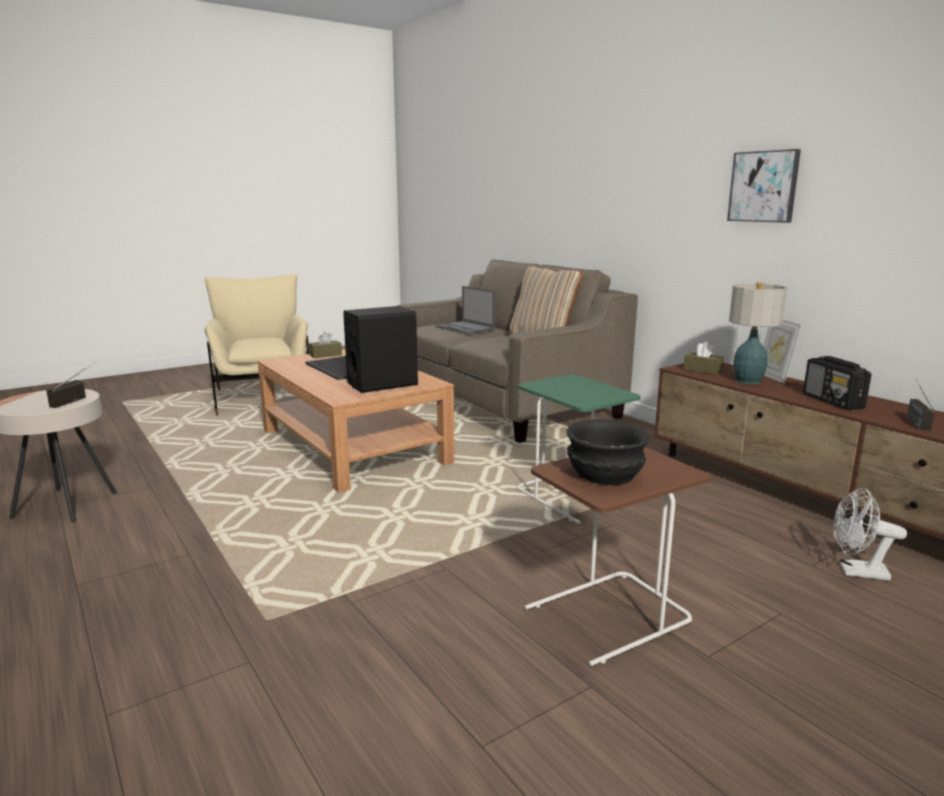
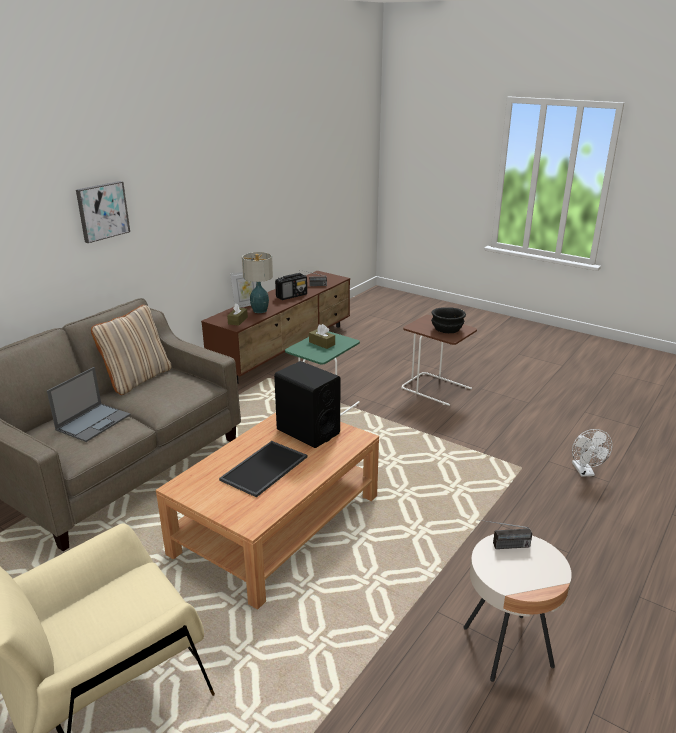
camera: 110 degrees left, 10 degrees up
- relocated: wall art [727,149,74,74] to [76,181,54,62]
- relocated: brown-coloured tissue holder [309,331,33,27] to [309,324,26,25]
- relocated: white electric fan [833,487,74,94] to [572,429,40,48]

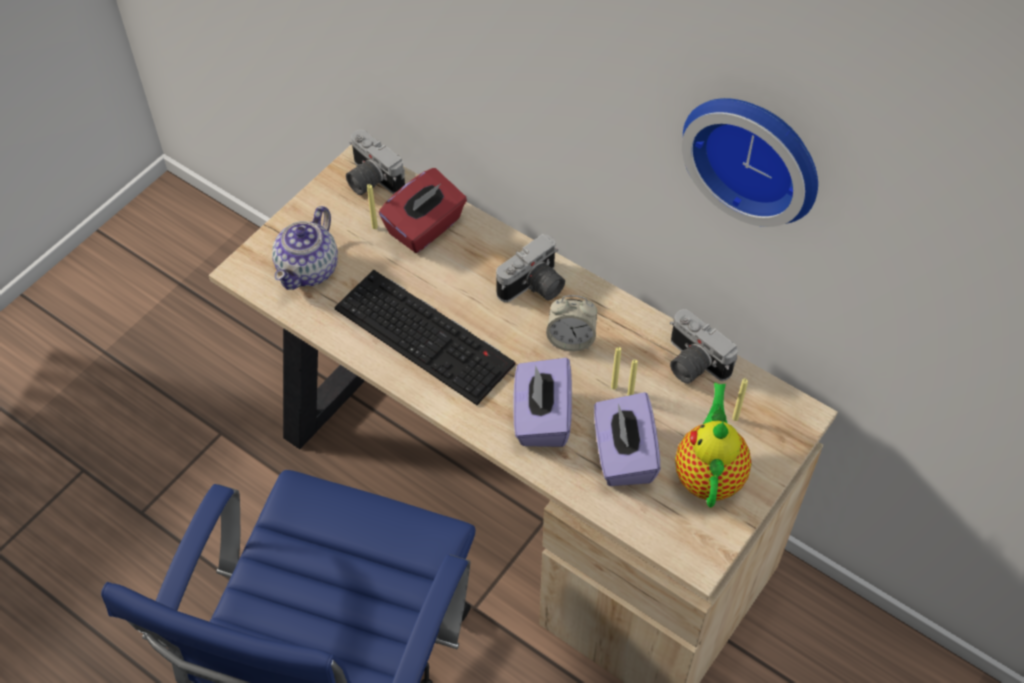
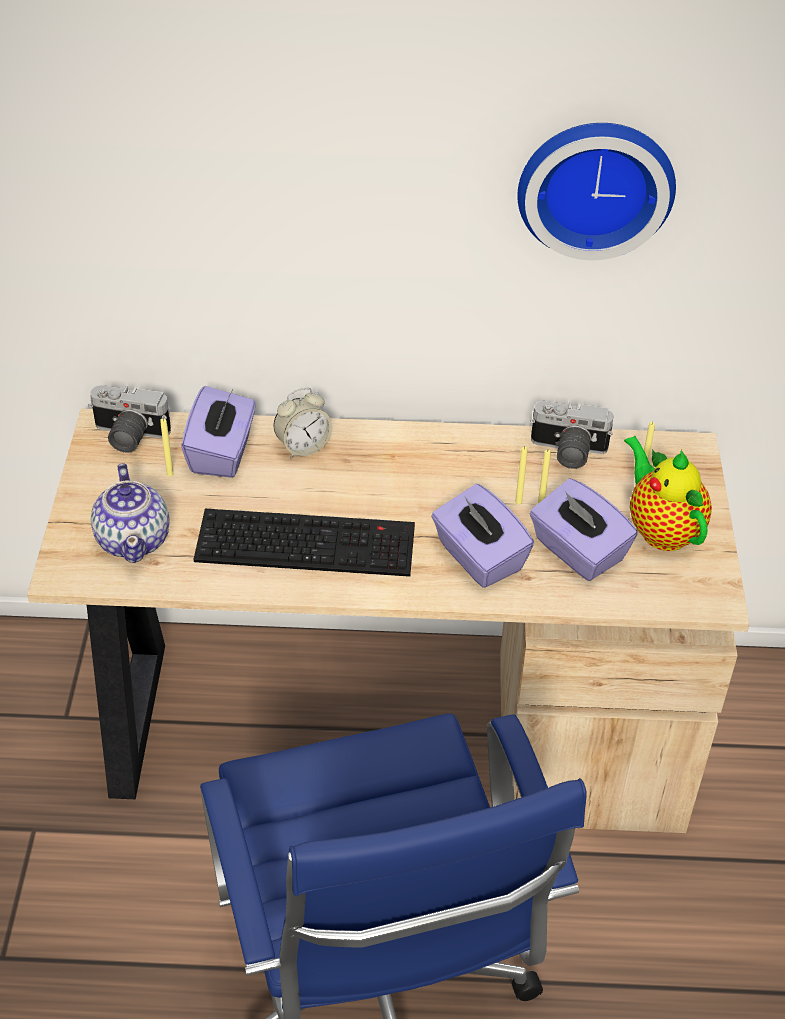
camera: 35 degrees left, 10 degrees down
- colour: reddish tissue holder [379,168,88,85] to purple-coloured tissue holder [181,386,75,92]
- missing: still camera [496,234,69,68]
- relocated: alarm clock [546,295,51,56] to [274,388,58,71]

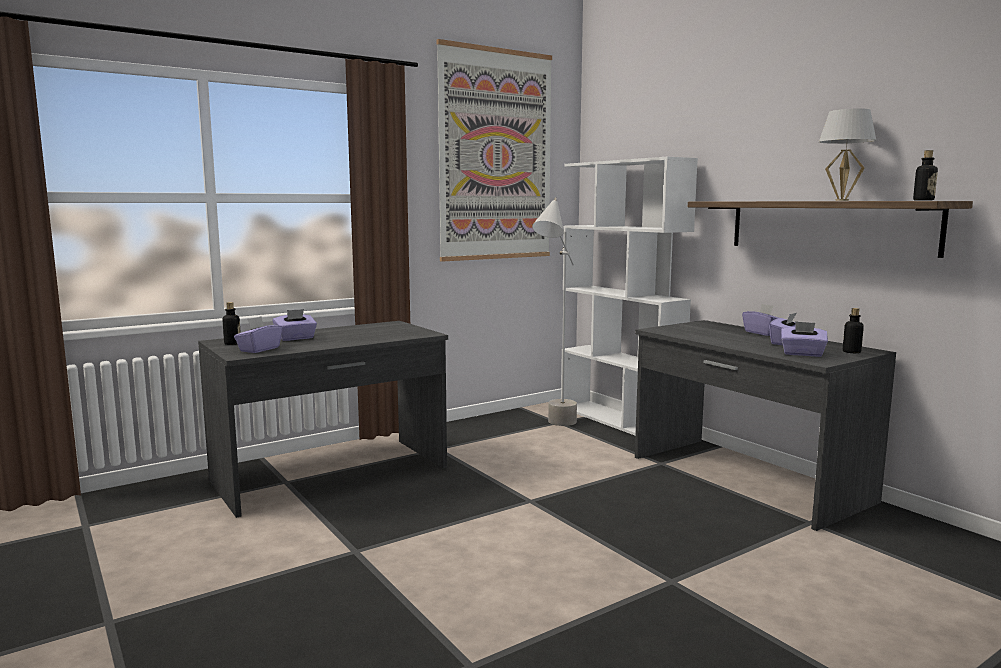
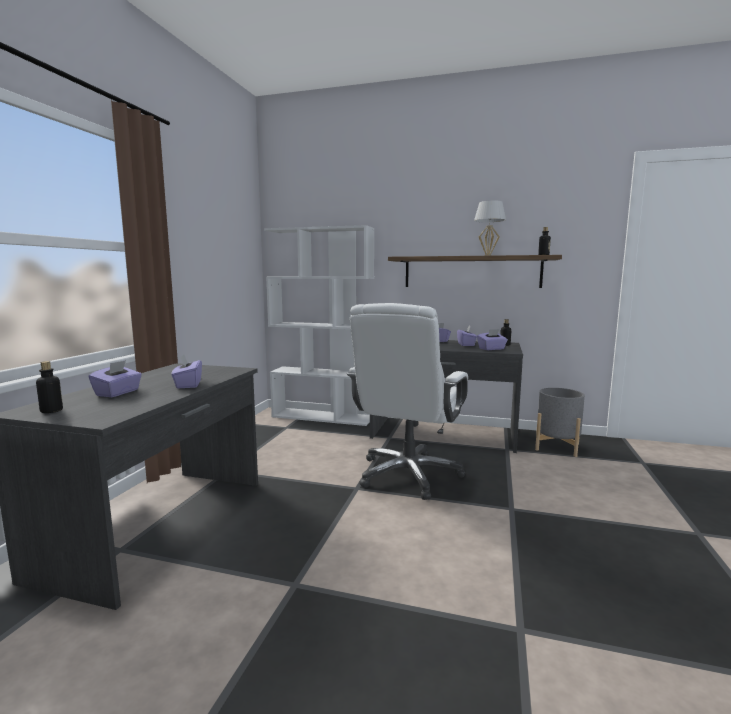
camera: 40 degrees left, 0 degrees up
- missing: wall art [437,39,115,223]
- missing: greyish floor lamp [532,197,45,229]
- relocated: purple-coloured tissue holder [234,316,48,37] to [171,354,31,34]
- appeared: white computer chair [347,303,121,197]
- appeared: greyish flower pot [535,388,50,69]

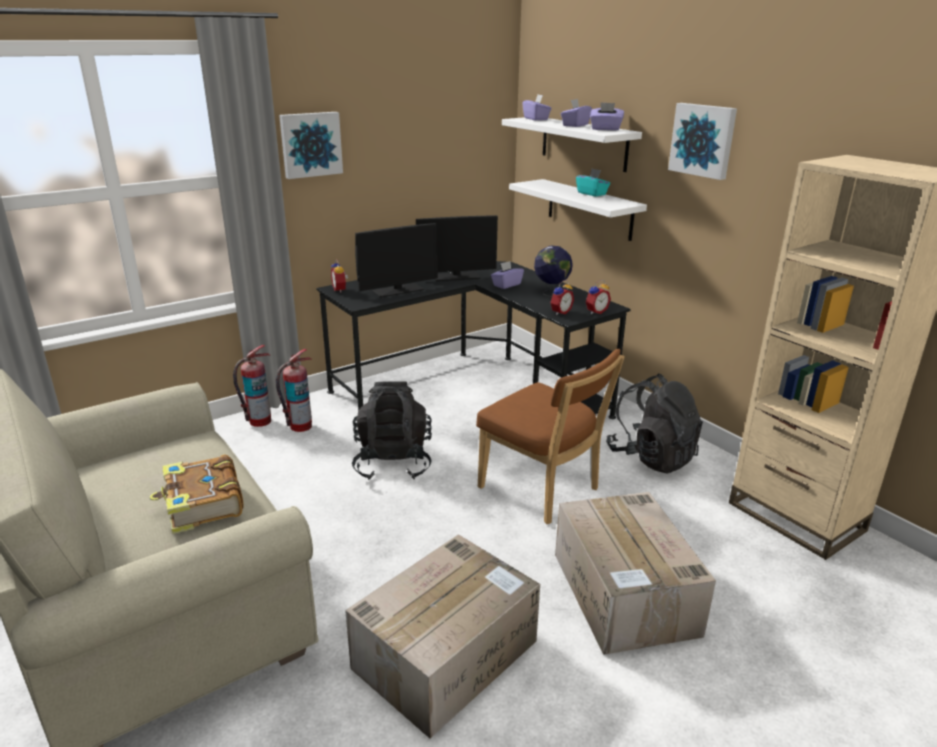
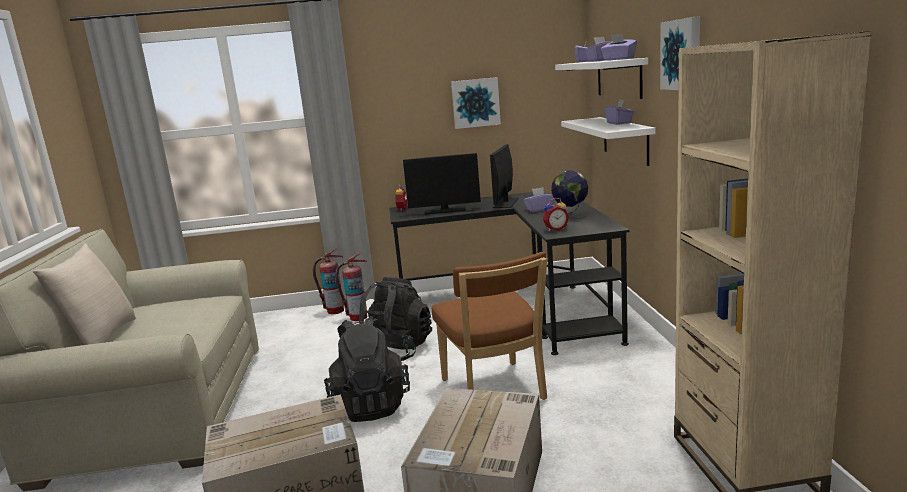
camera: 30 degrees right, 10 degrees down
- relocated: wall art [279,112,64,67] to [451,77,50,52]
- colour: turquoise-coloured tissue holder [576,169,34,27] to purple-coloured tissue holder [605,100,29,25]
- spun: computer display [416,215,82,66] = [490,144,29,64] 90 degrees clockwise
- missing: alarm clock [586,280,25,35]
- relocated: black-coloured rucksack [606,374,97,100] to [324,316,86,106]
- missing: bound book [150,455,93,79]
- appeared: beige-coloured throw pillow [33,243,103,102]

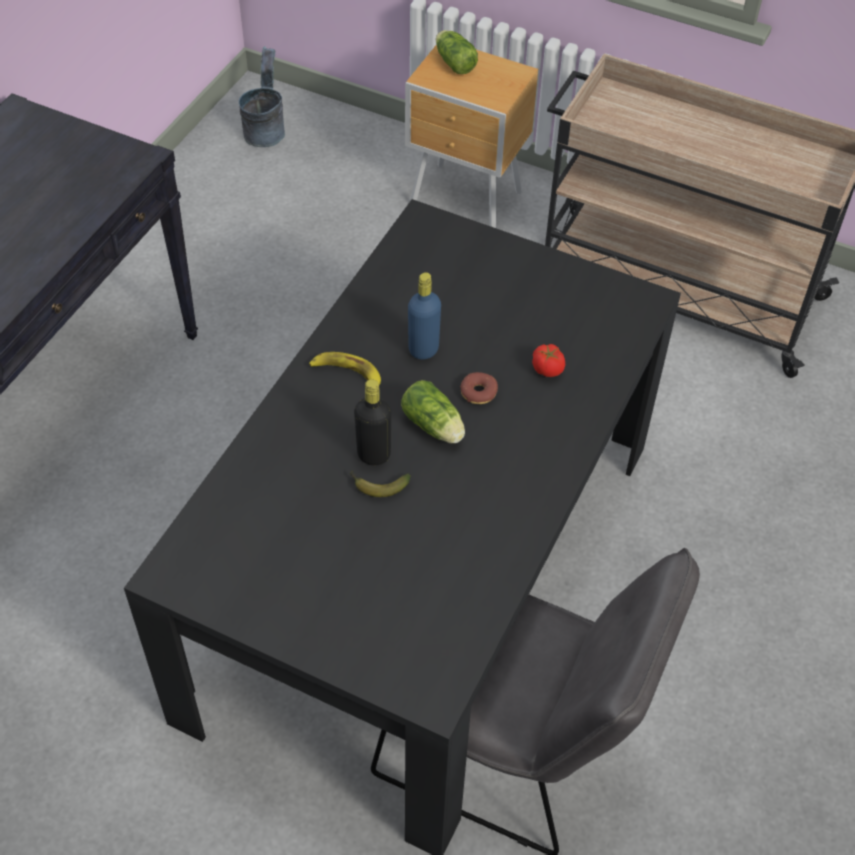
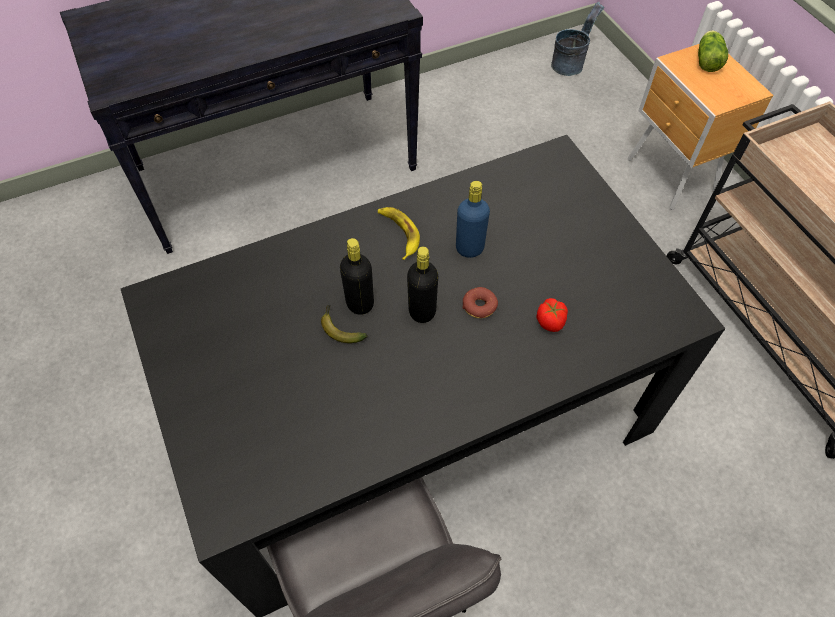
camera: 40 degrees right, 5 degrees up
- exchanged: head of lettuce [401,380,64,63] to black-coloured beverage bottle [407,246,31,77]

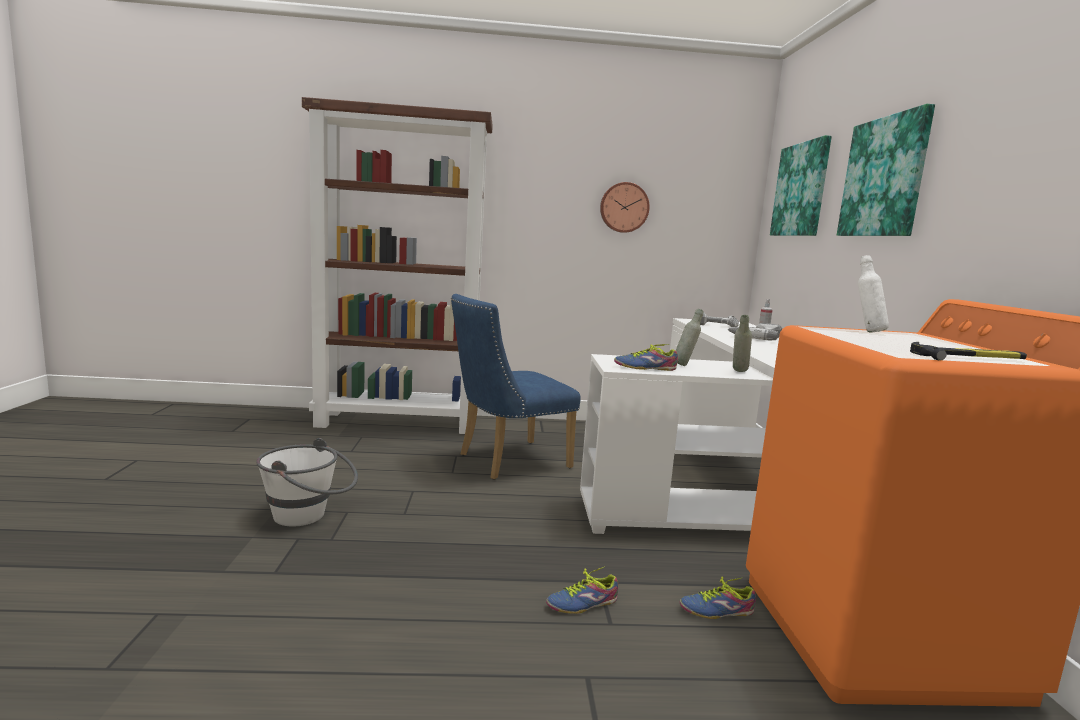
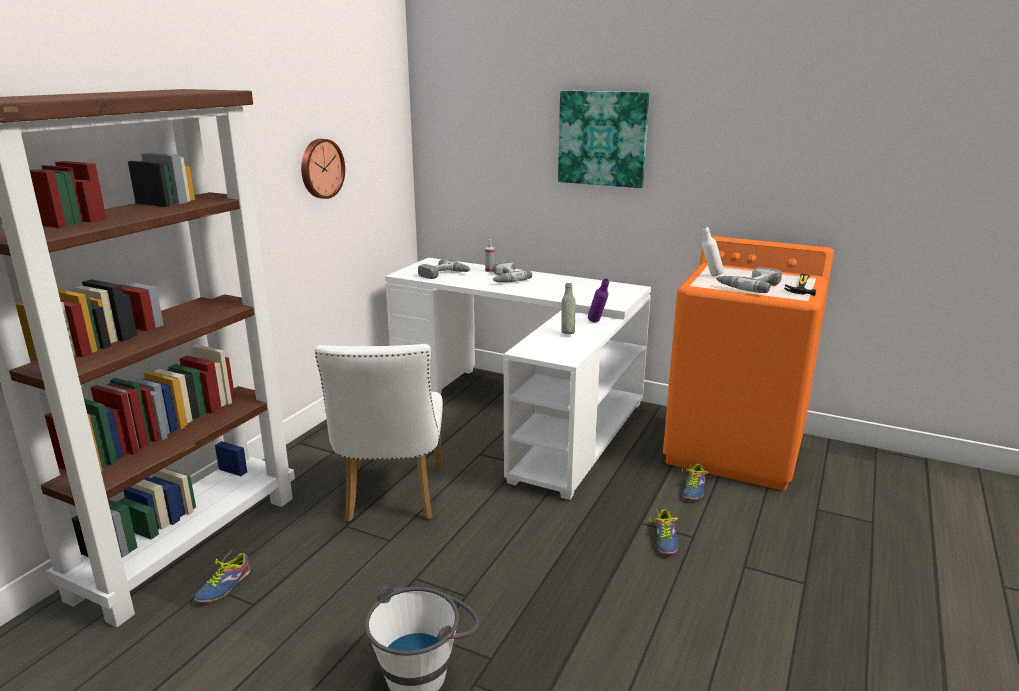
camera: 60 degrees left, 10 degrees up
- missing: wall art [770,135,62,101]
- colour: blue chair [451,294,130,186] to white chair [314,344,129,178]
- colour: greyish beverage bottle [733,315,19,57] to purple-coloured beverage bottle [588,278,21,44]
- relocated: low shoe [614,344,64,27] to [194,550,57,54]
- appeared: drill [716,267,66,26]

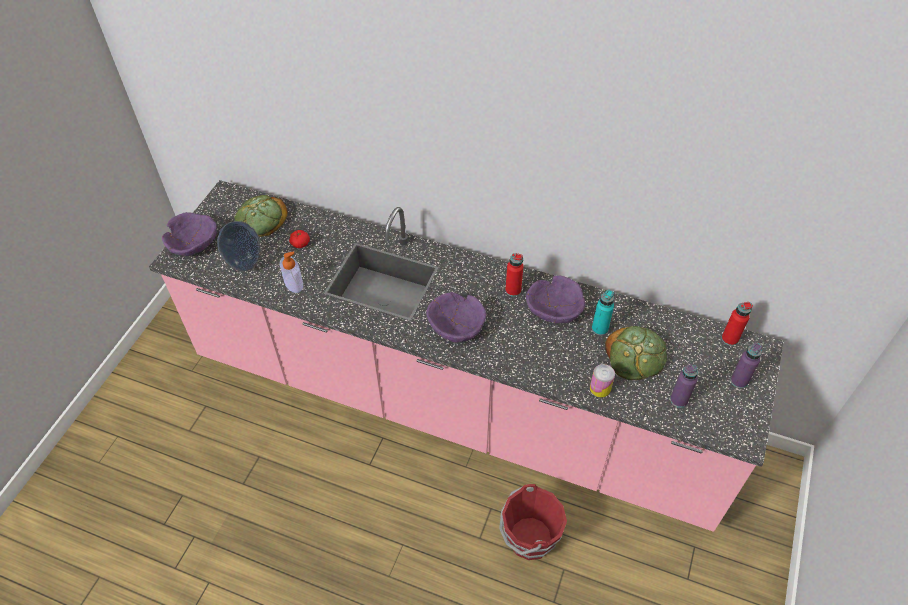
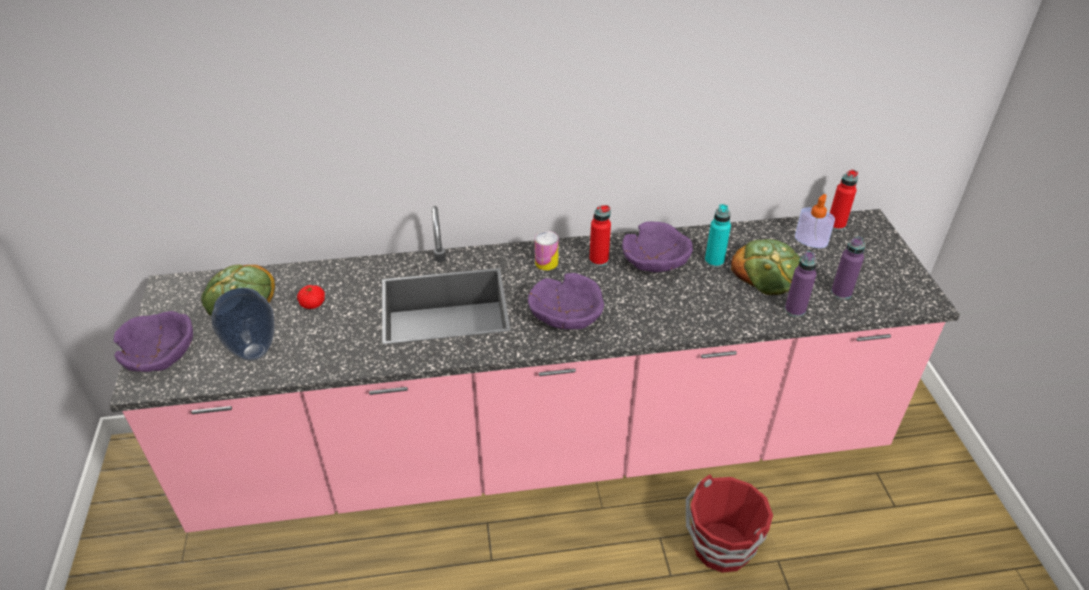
camera: 30 degrees left, 10 degrees down
- relocated: soap bottle [280,252,23,41] to [795,194,40,54]
- relocated: purple-coloured beverage bottle [731,343,31,45] to [785,251,32,66]
- relocated: sealed can [590,364,25,33] to [535,231,24,40]

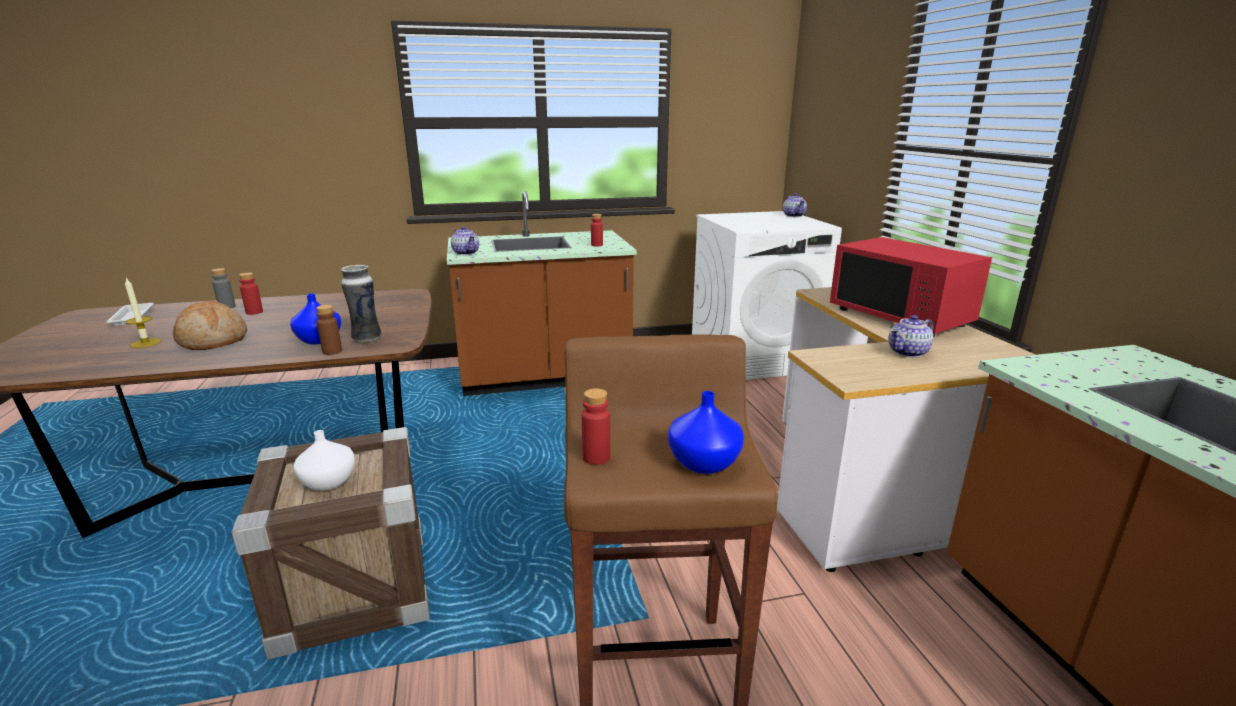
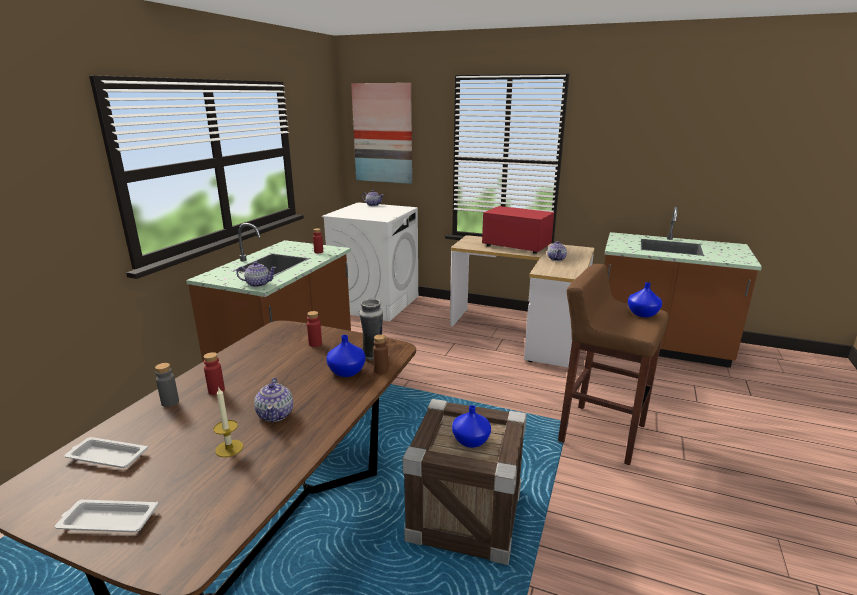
camera: 55 degrees left, 0 degrees up
- spun: reddish microwave oven [830,237,162,100] = [482,206,72,48] 150 degrees counterclockwise
- exchanged: bakery bread [172,301,75,49] to pot for tea [254,378,39,44]
- relocated: reddish beverage bottle [582,388,28,77] to [307,311,15,36]
- colour: white vase [294,430,61,61] to blue vase [452,405,39,43]
- appeared: wall art [351,83,61,101]
- appeared: white carrying tray [55,500,104,32]

